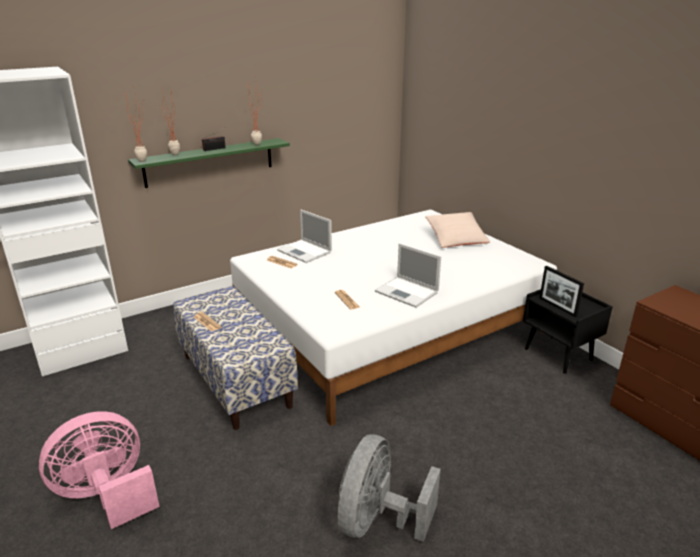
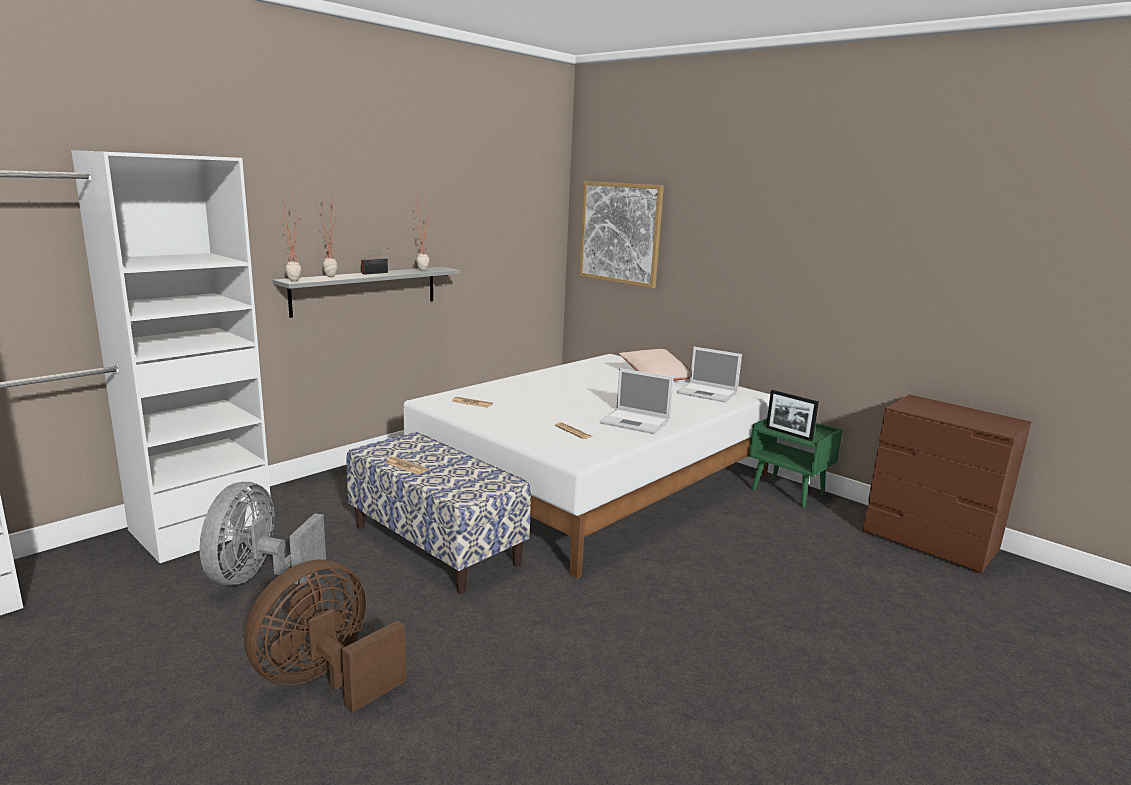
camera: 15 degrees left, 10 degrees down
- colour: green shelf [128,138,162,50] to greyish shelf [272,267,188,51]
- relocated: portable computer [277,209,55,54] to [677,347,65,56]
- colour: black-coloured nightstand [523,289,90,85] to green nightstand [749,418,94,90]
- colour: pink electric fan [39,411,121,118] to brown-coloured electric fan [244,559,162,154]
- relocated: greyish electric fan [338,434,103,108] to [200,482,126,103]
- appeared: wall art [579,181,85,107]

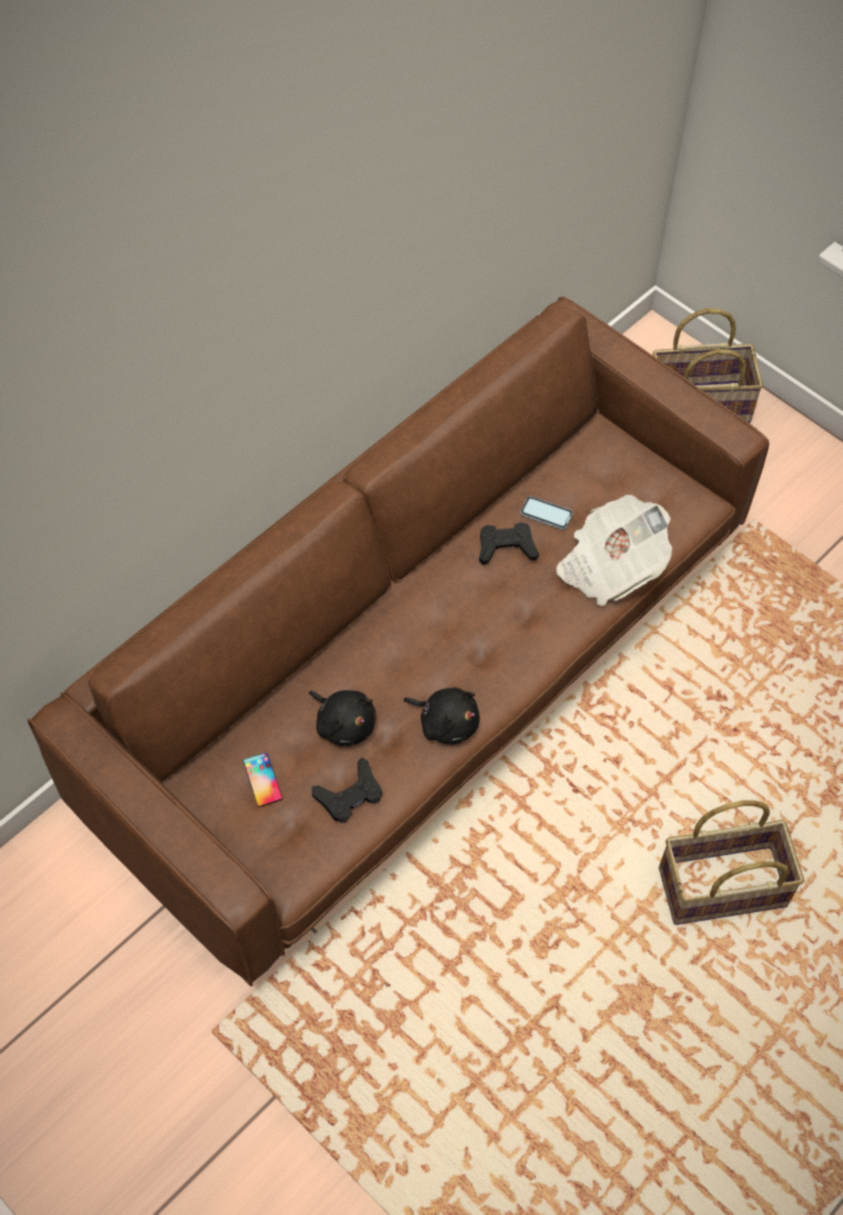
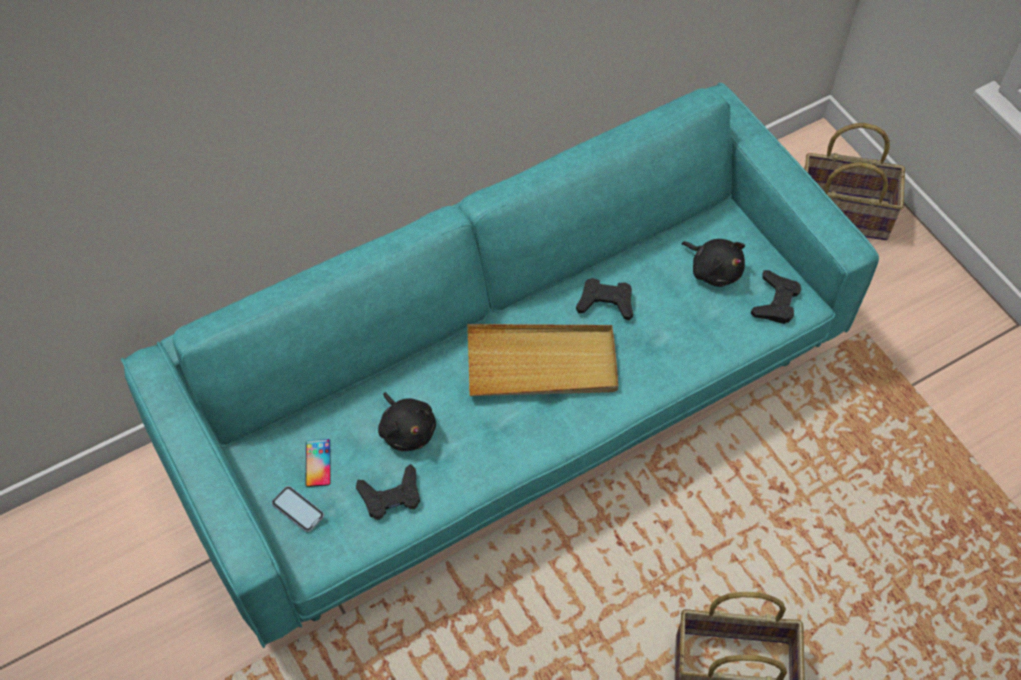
camera: 15 degrees right, 0 degrees up
- colour: brown-coloured couch [27,297,742,690] to turquoise-coloured couch [121,83,758,565]
- missing: printed paper [556,495,116,111]
- relocated: handset [520,496,53,34] to [272,486,52,46]
- relocated: black-coloured soft toy [403,687,77,58] to [682,239,63,48]
- appeared: black-coloured gamepad [751,270,50,54]
- appeared: beige-coloured carrying tray [467,324,151,72]

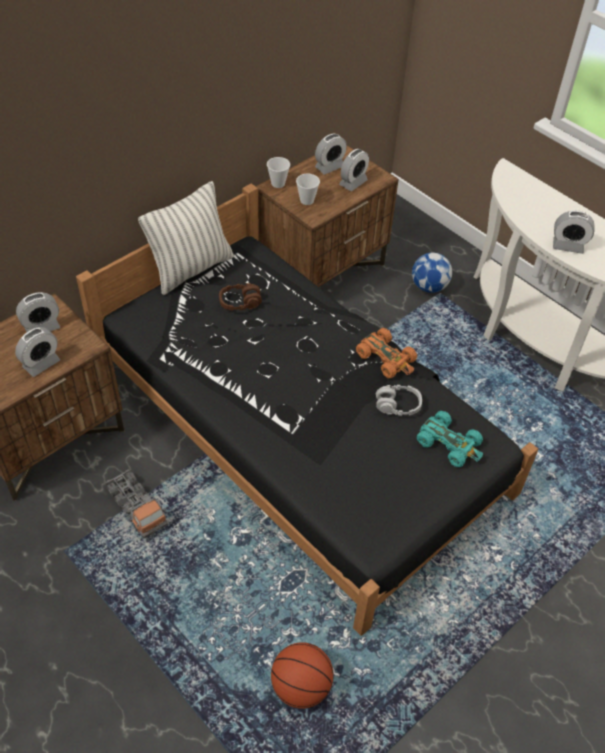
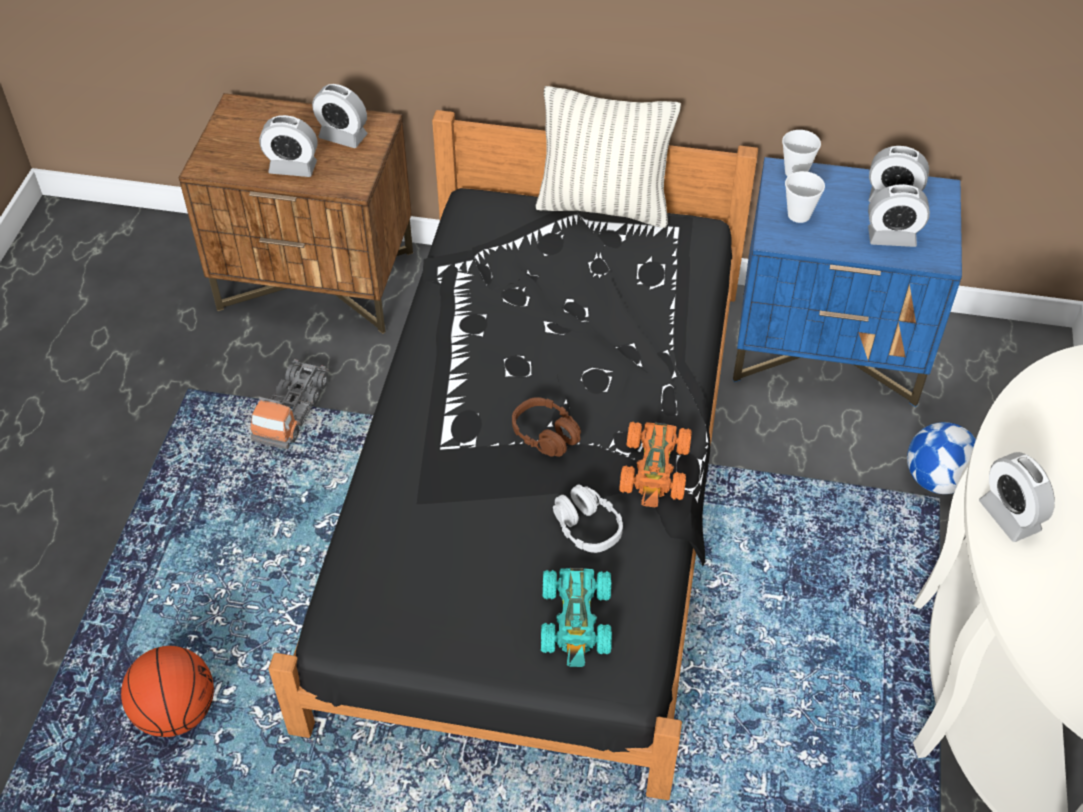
camera: 55 degrees right, 0 degrees up
- colour: brown-coloured nightstand [256,145,143,142] to blue nightstand [733,157,229,250]
- relocated: brown-coloured headset [219,283,43,28] to [512,397,69,60]

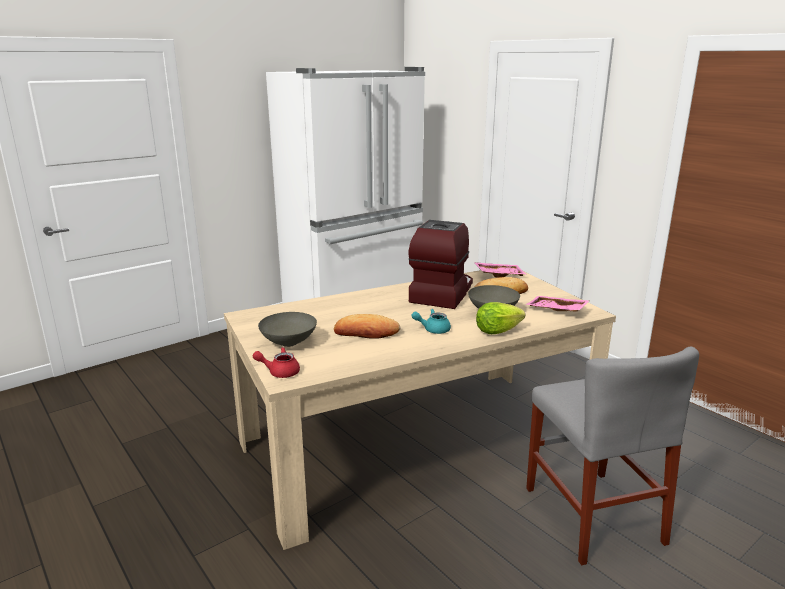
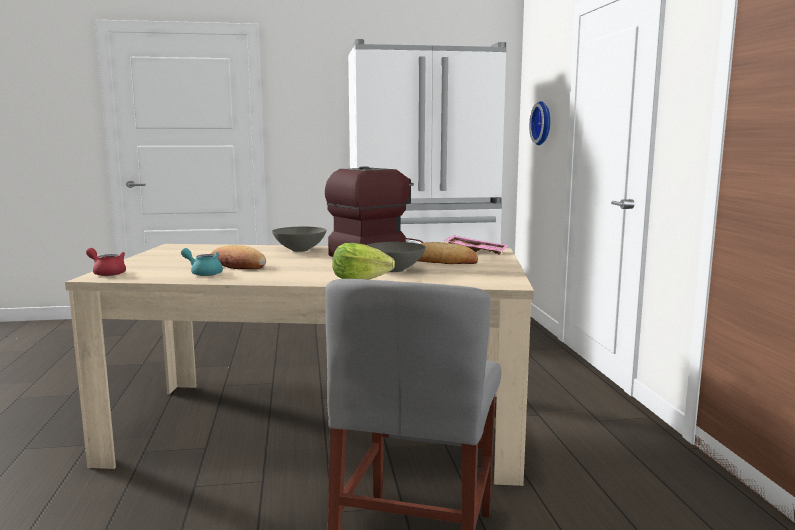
camera: 30 degrees right, 10 degrees down
- missing: pink carrying tray [526,296,63,16]
- relocated: turquoise-coloured pot for tea [411,309,40,25] to [181,248,42,28]
- relocated: greyish deep dish [258,312,59,35] to [272,227,54,25]
- appeared: clock on the wall [529,101,21,44]

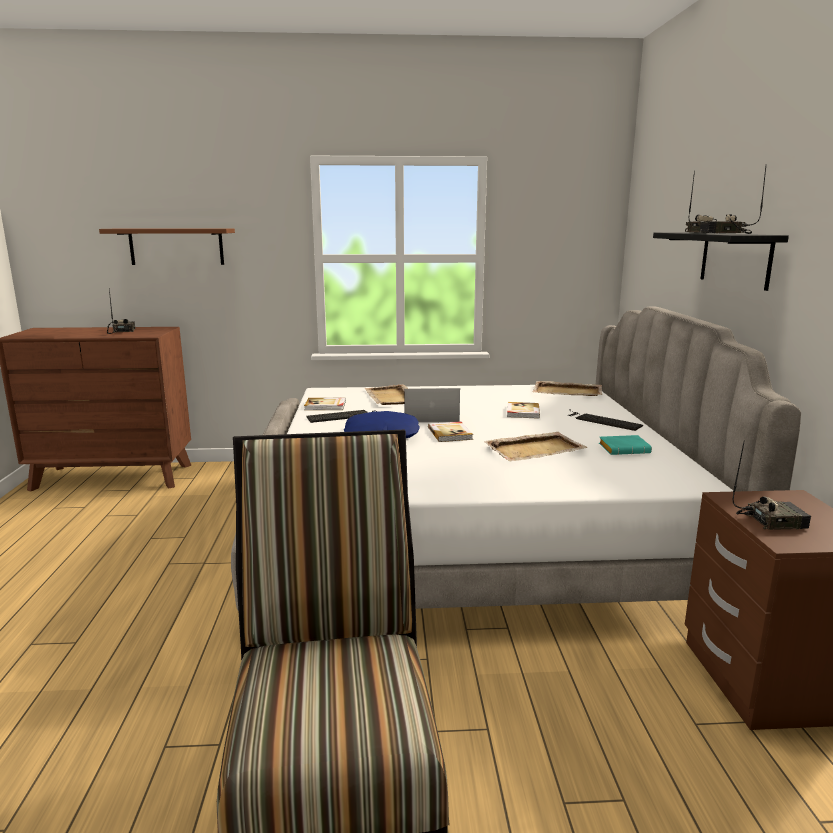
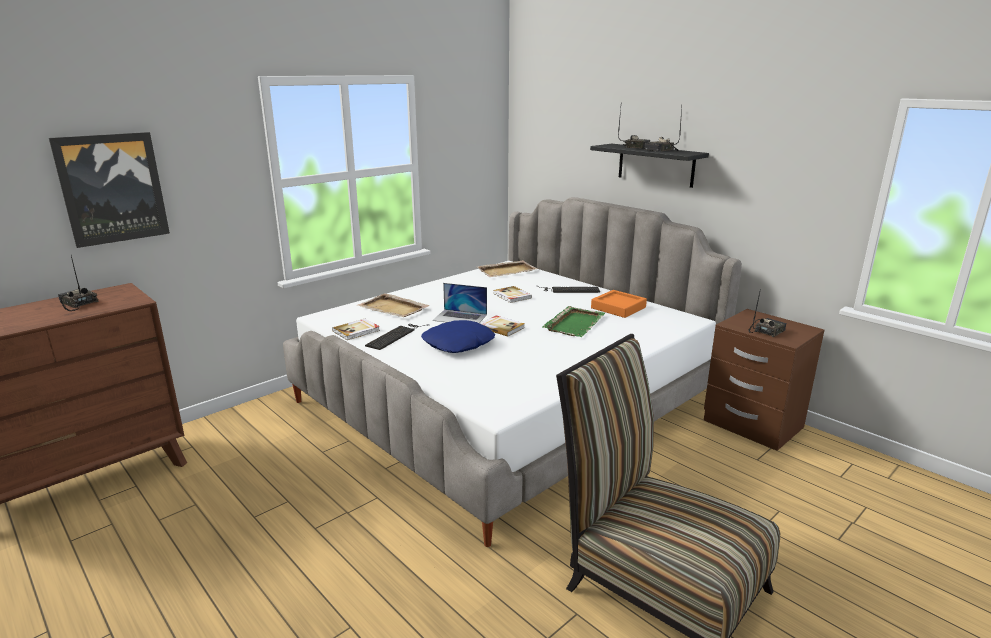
camera: 40 degrees left, 5 degrees up
- exchanged: brown-coloured shelf [99,228,136,37] to wall art [49,132,121,116]
- spun: portable computer [404,388,56,35] = [432,283,55,40] 120 degrees counterclockwise
- colour: beige-coloured carrying tray [484,432,104,29] to green carrying tray [543,306,62,31]
- exchanged: turquoise-coloured bound book [599,435,53,20] to orange carrying tray [591,290,56,28]

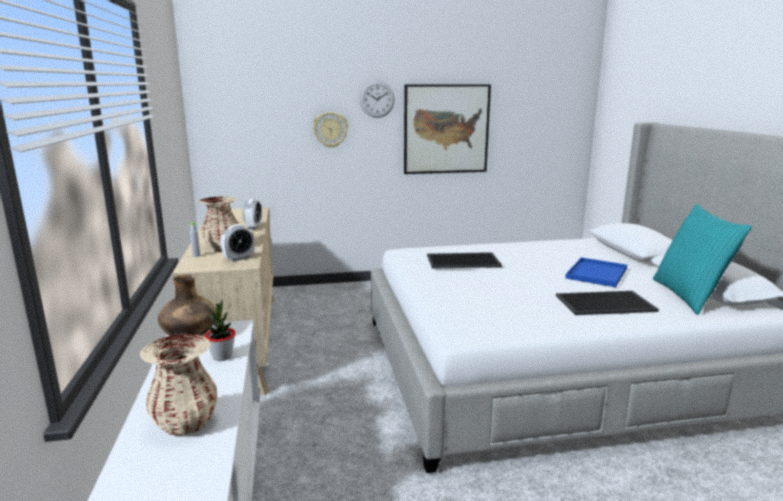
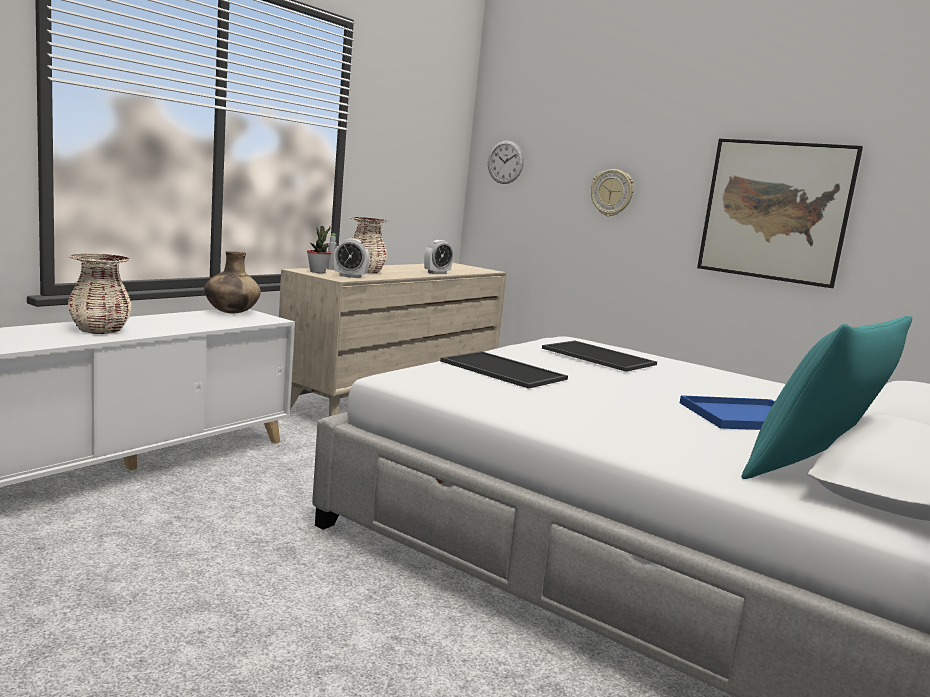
camera: 45 degrees right, 5 degrees down
- relocated: clock on the wall [360,81,35,37] to [488,140,36,44]
- relocated: carrying tray [556,291,103,24] to [440,351,128,38]
- relocated: houseplant [205,300,30,61] to [307,226,24,47]

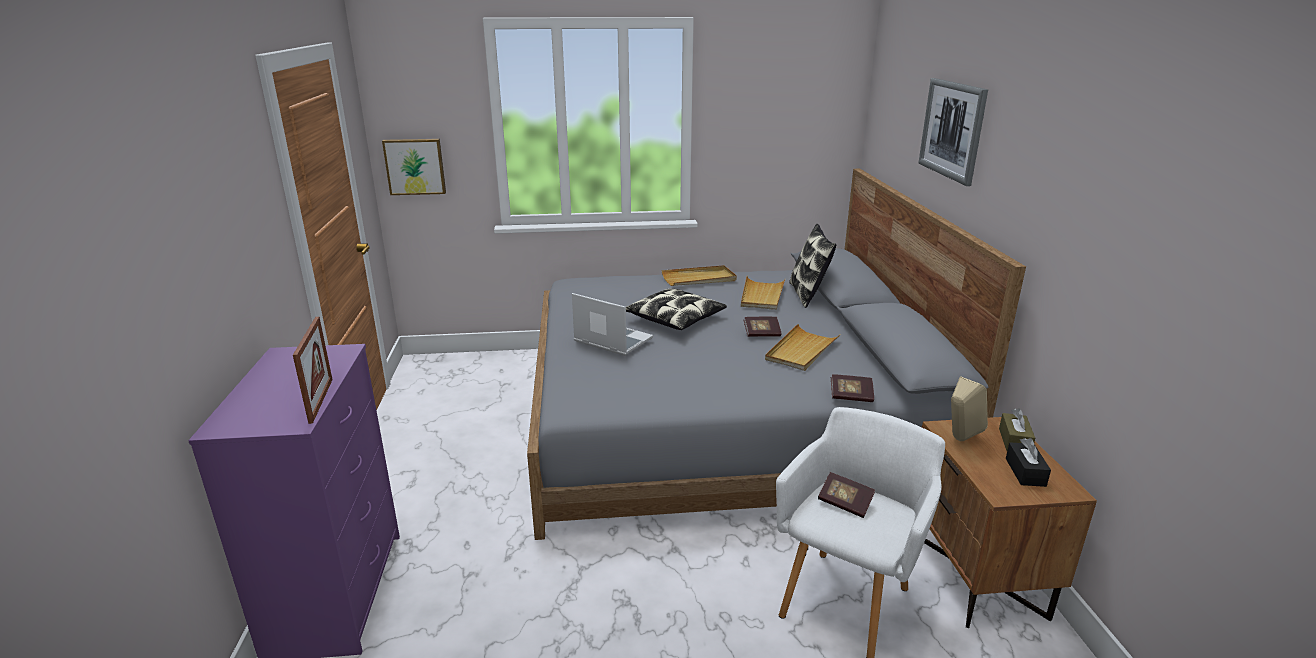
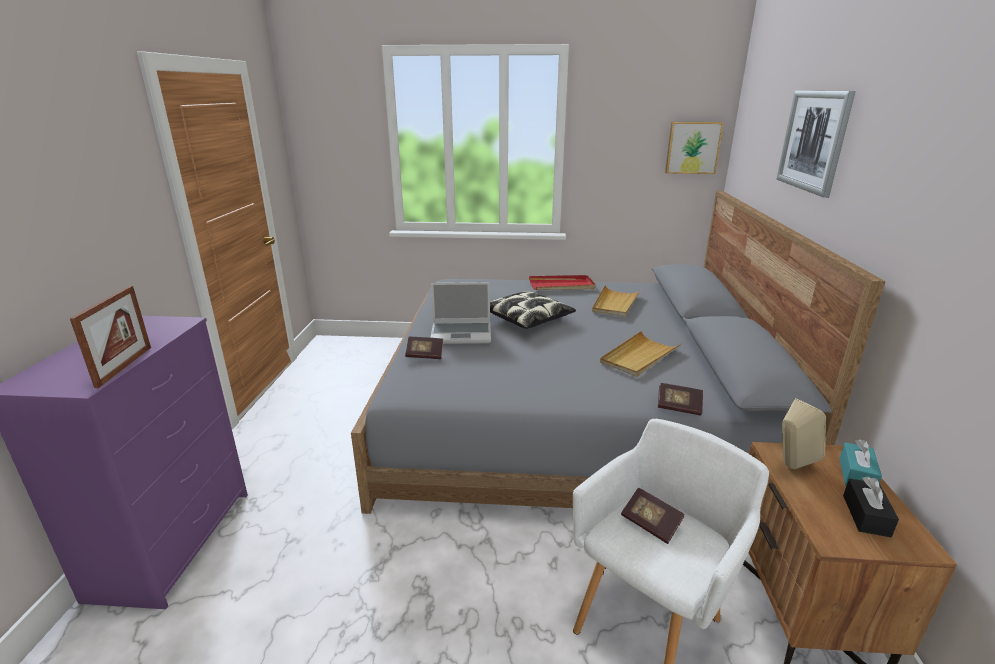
camera: 10 degrees right, 0 degrees up
- relocated: wall art [382,139,64,56] to [665,122,59,52]
- missing: throw pillow [789,224,48,84]
- colour: beige-coloured carrying tray [662,265,75,21] to reddish carrying tray [529,275,67,15]
- spun: portable computer [572,293,81,63] = [430,282,61,62] 135 degrees clockwise
- relocated: bound book [743,317,39,20] to [405,337,38,22]
- colour: brown-coloured tissue holder [999,408,36,43] to turquoise-coloured tissue holder [839,439,43,47]

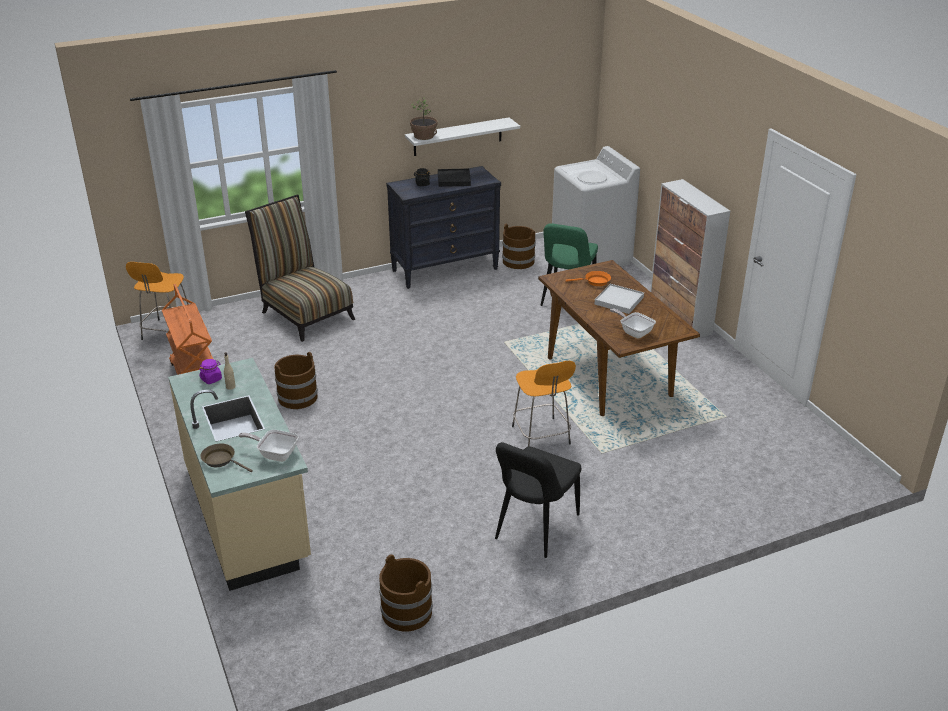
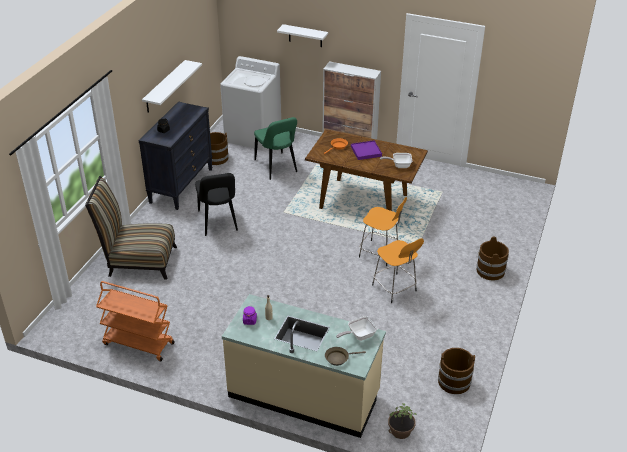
camera: 45 degrees left, 5 degrees up
- relocated: houseplant [410,97,28,43] to [388,403,29,36]
- missing: black-coloured carrying tray [438,169,33,18]
- relocated: orange stool seat [126,262,62,78] to [372,238,52,65]
- colour: white carrying tray [595,284,49,30] to purple-coloured carrying tray [351,140,31,20]
- relocated: brown-coloured bucket [274,351,44,58] to [477,237,32,43]
- relocated: black-coloured chair [495,442,86,116] to [195,173,43,63]
- appeared: white shelf [277,24,51,23]

